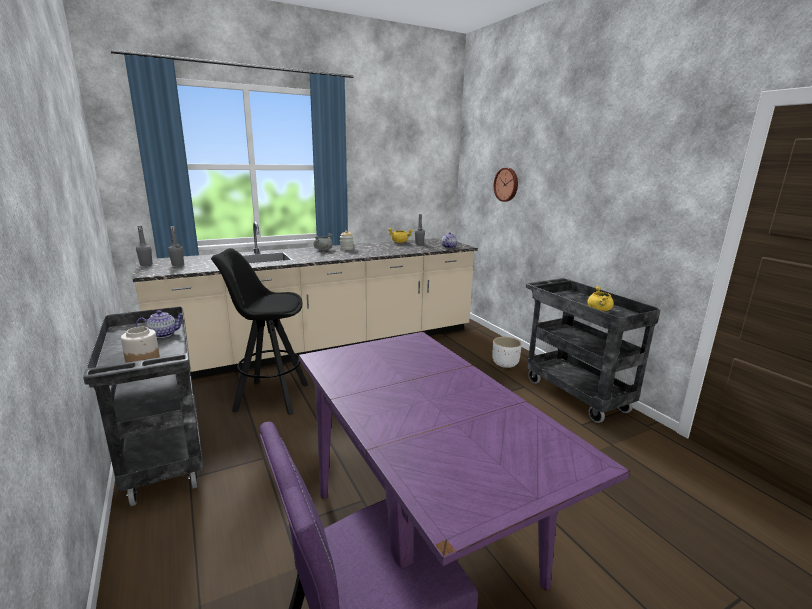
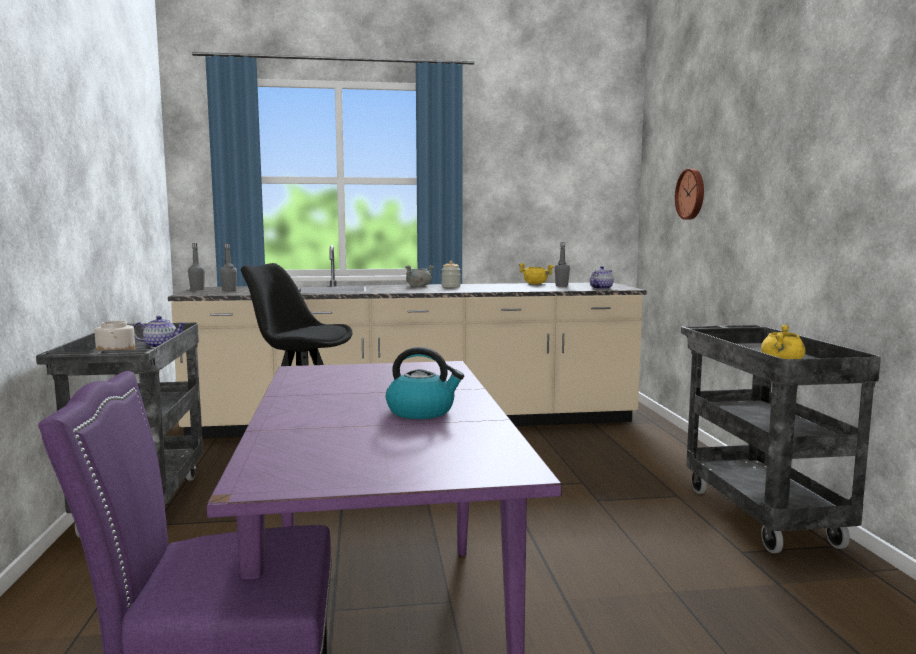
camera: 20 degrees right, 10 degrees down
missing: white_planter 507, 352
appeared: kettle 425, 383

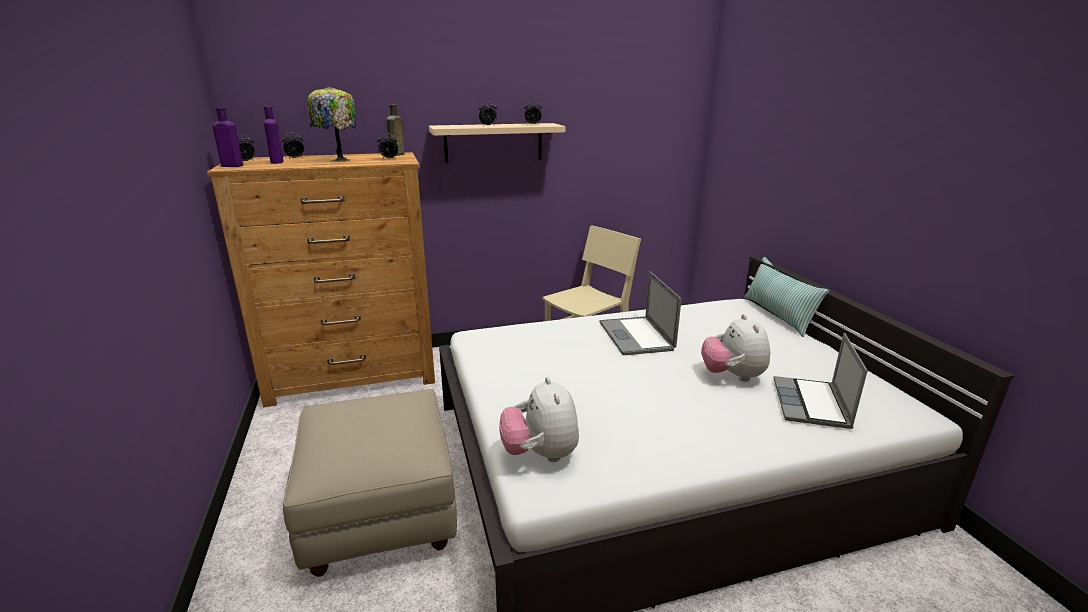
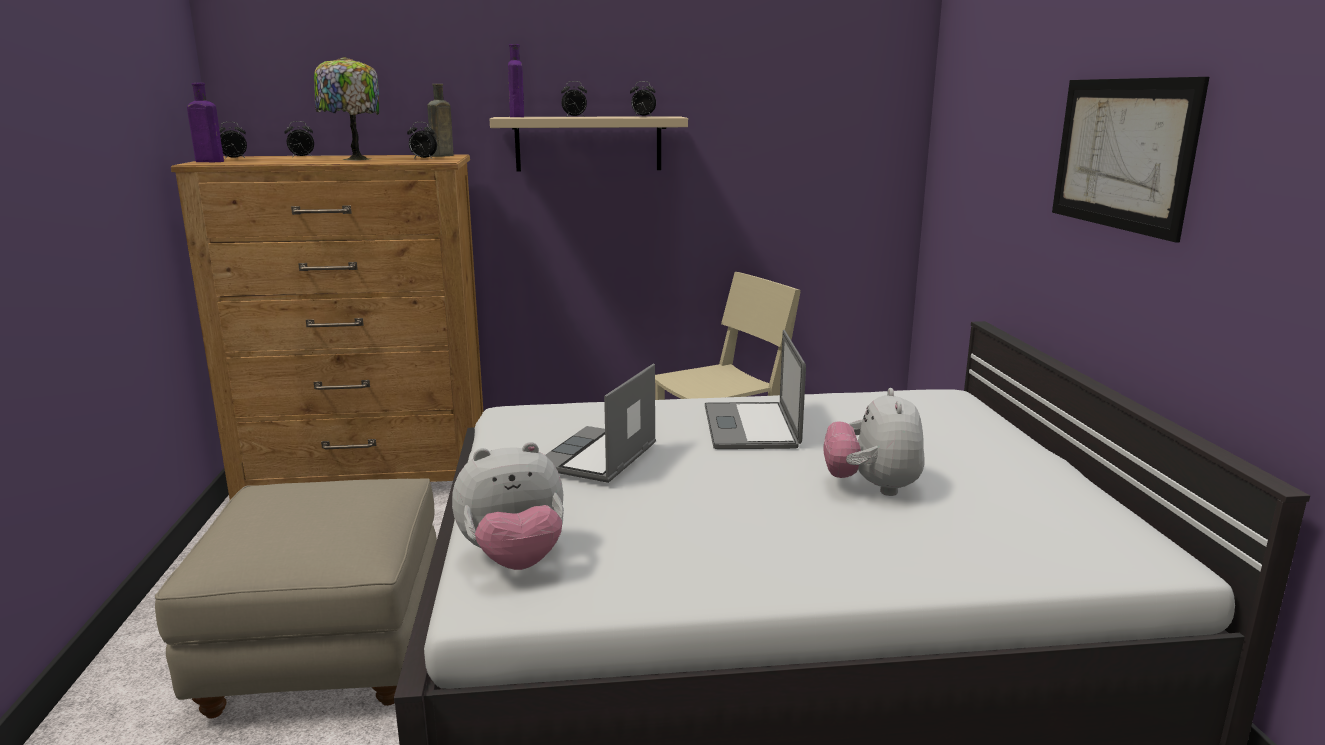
camera: 10 degrees right, 5 degrees down
missing: pillow 786, 297
appeared: picture 1130, 160
relocated: purple_bottle 273, 135 to 516, 80; laptop 821, 381 to 600, 423
spun: plush_toy 539, 419 = 508, 506 105 degrees counterclockwise

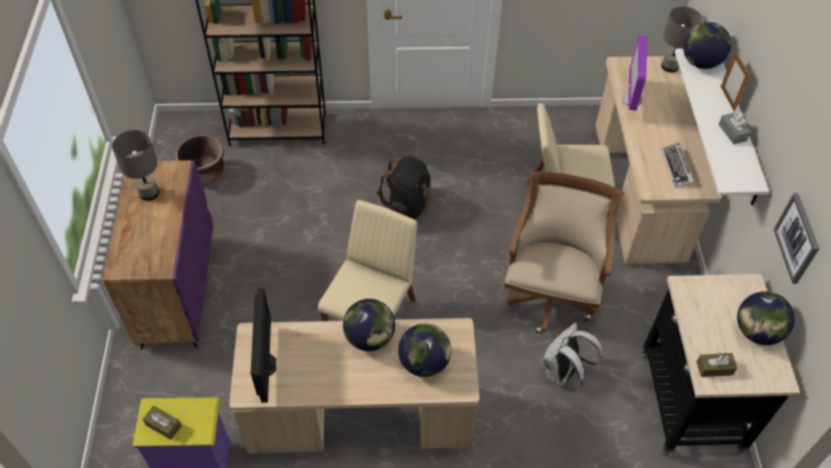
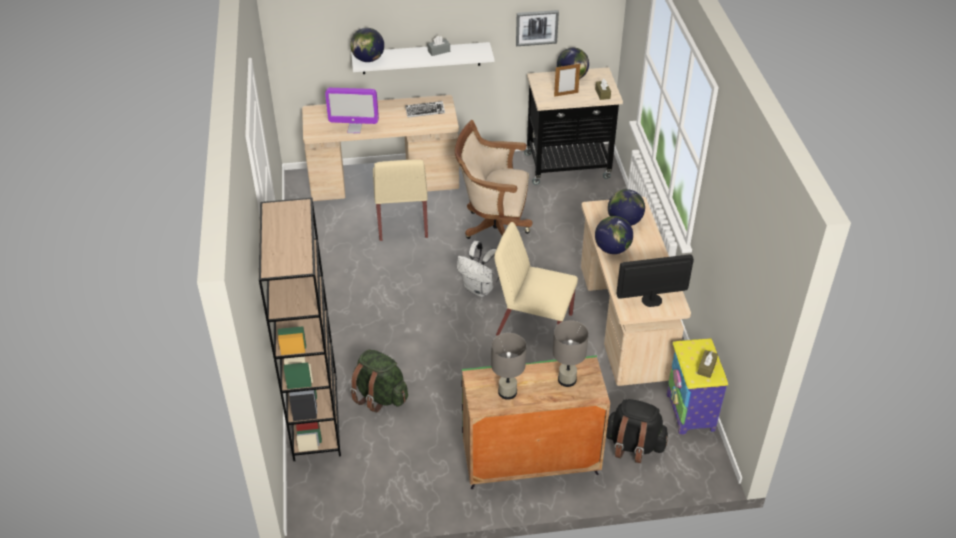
camera: 95 degrees left, 10 degrees down
missing: brown_planter 199, 160
appeared: green_backpack 379, 381
relocated: black_backpack 404, 187 to 637, 431; white_backpack 572, 356 to 478, 269; grey_table_lamp 681, 39 to 570, 354; picture_frame 735, 81 to 567, 80
colour: purple_cabinet 157, 255 to green_cabinet 535, 422

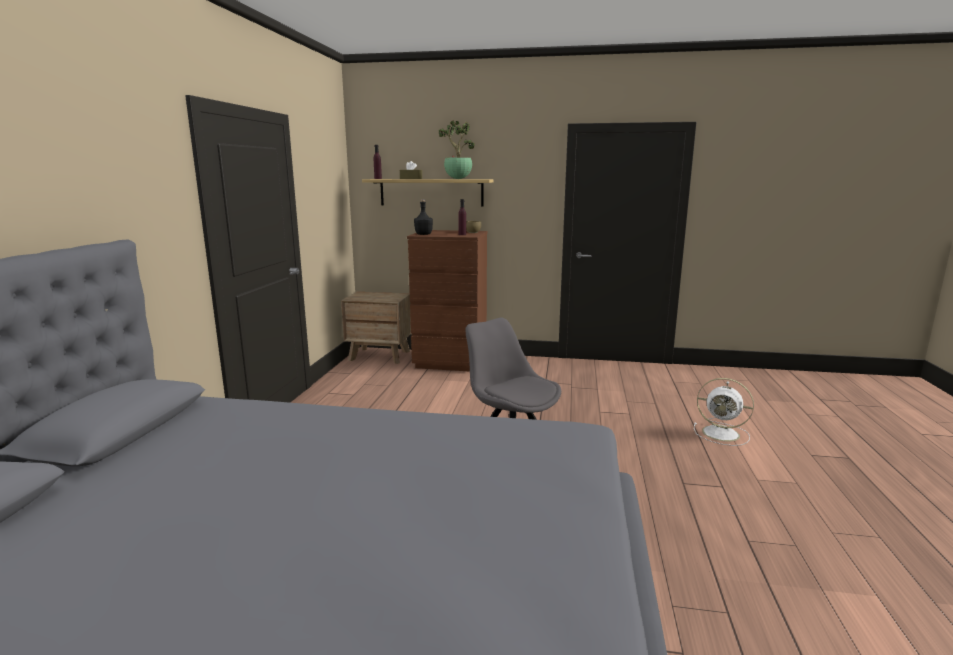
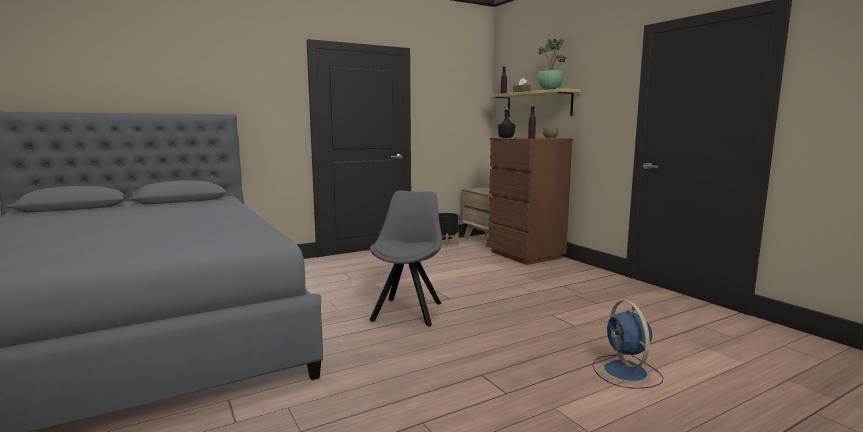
camera: 50 degrees right, 5 degrees down
appeared: black_planter 449, 230
colour: white_fan 724, 412 to blue_fan 627, 344

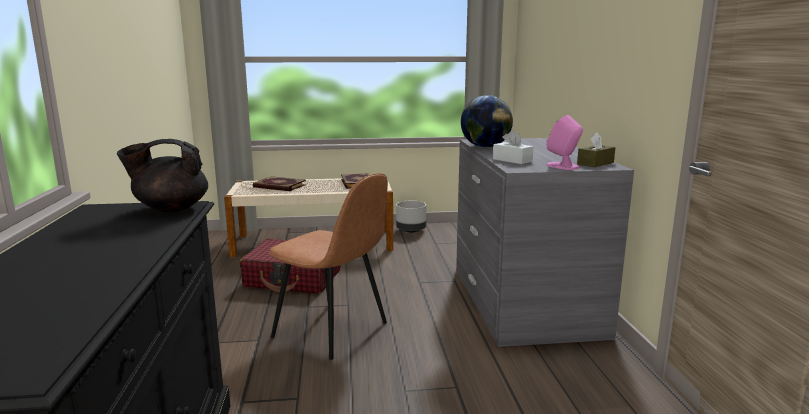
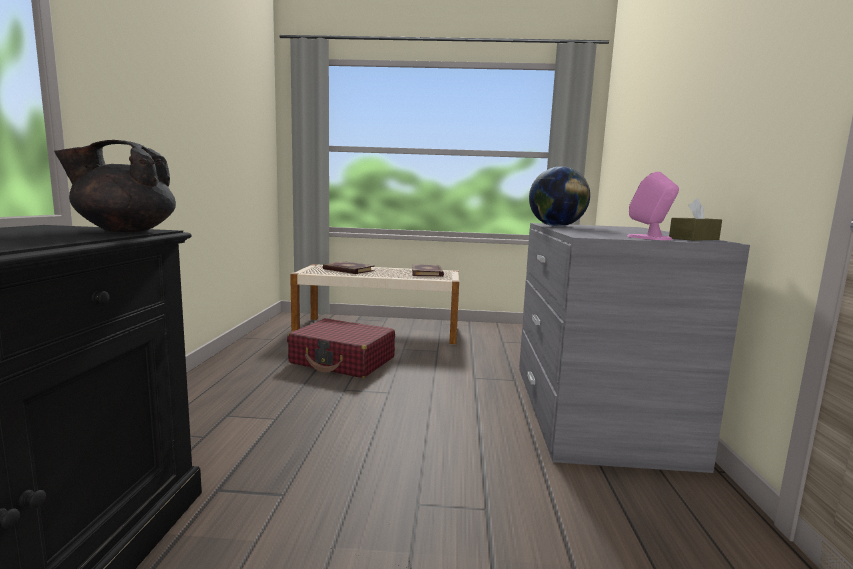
camera: 10 degrees right, 5 degrees down
missing: brown_chair 328, 266; grey_planter 411, 217; white_tissue_box 513, 147

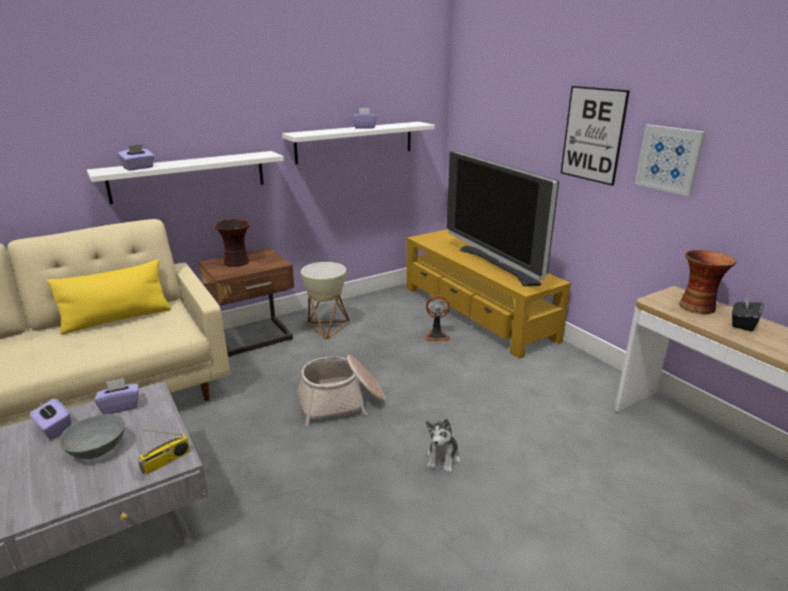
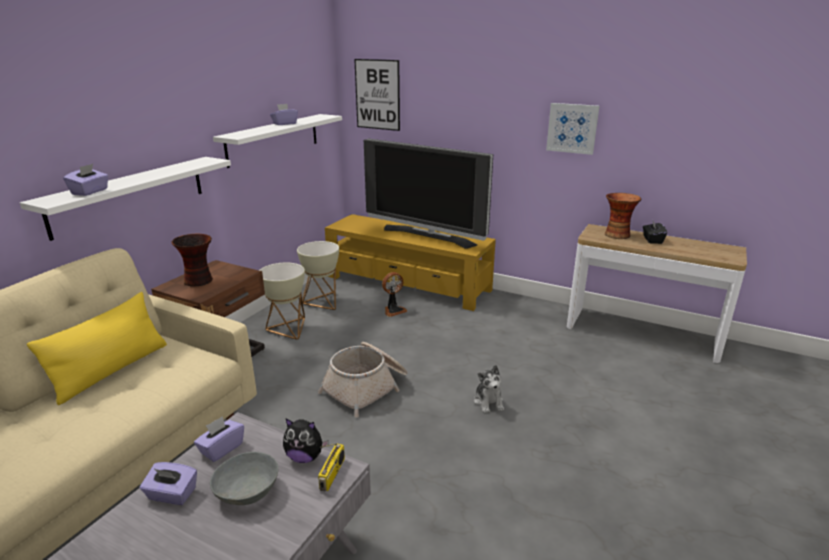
camera: 30 degrees left, 0 degrees up
appeared: plush_toy 306, 440; planter 318, 275
relocated: picture 595, 136 to 377, 95

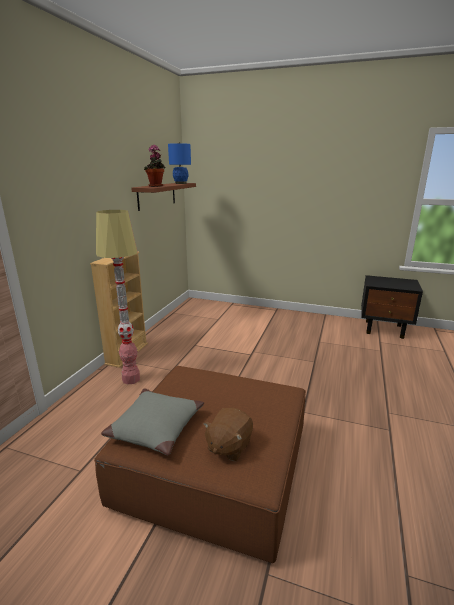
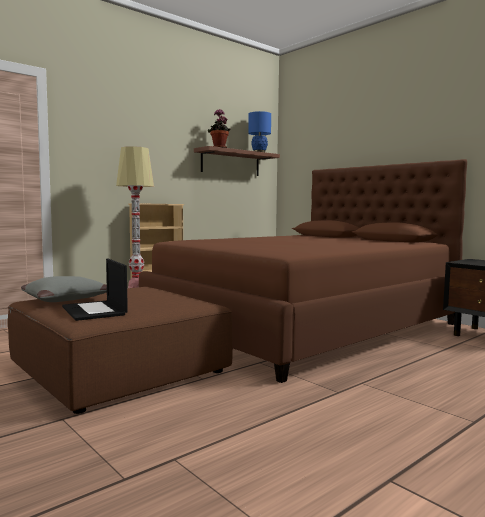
camera: 30 degrees right, 15 degrees down
appeared: brown_bed 303, 271
exchanged: brown_plush_toy 228, 434 to laptop 95, 290

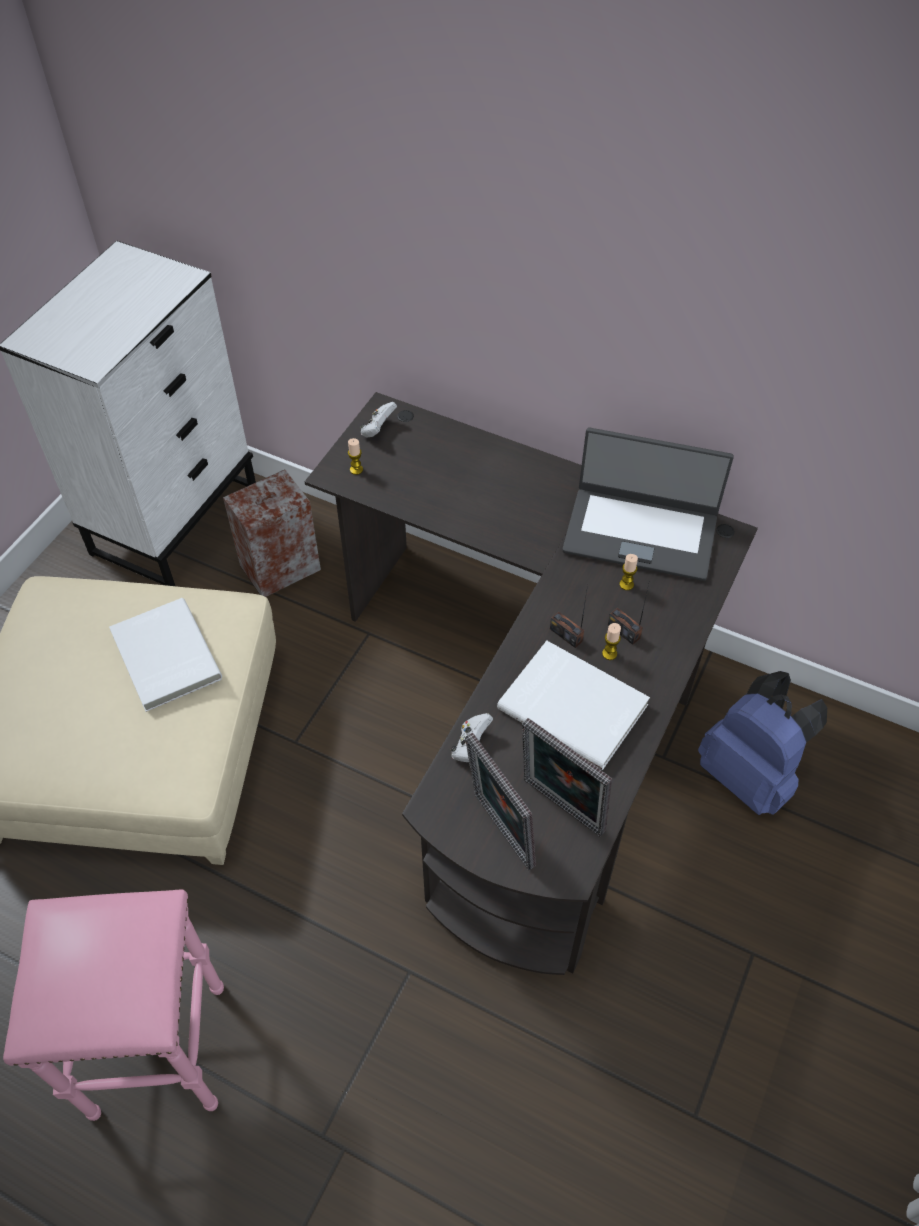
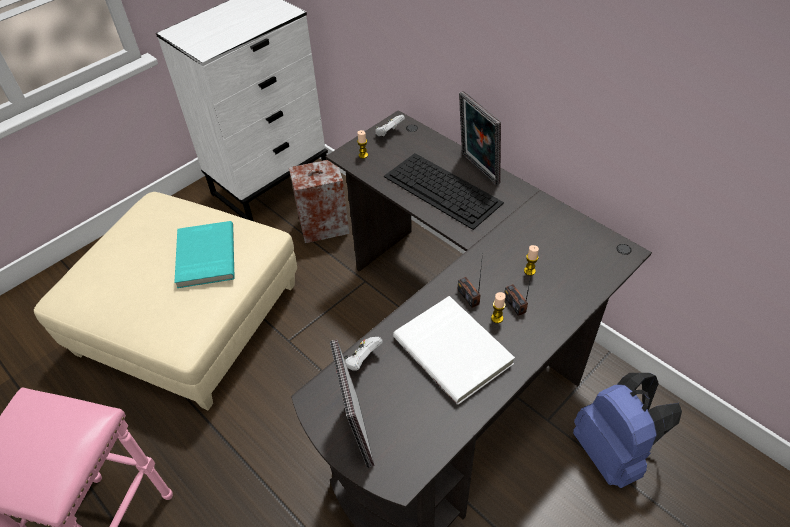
camera: 20 degrees right, 5 degrees down
missing: laptop 648, 504
appeared: keyboard 444, 191
relocated: picture_frame 567, 777 to 480, 138
colour: white_book 165, 655 to turquoise_book 204, 254

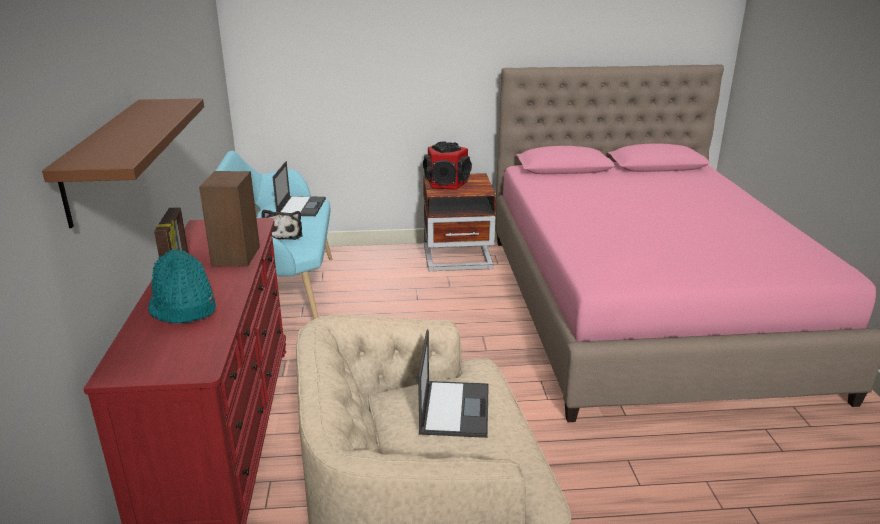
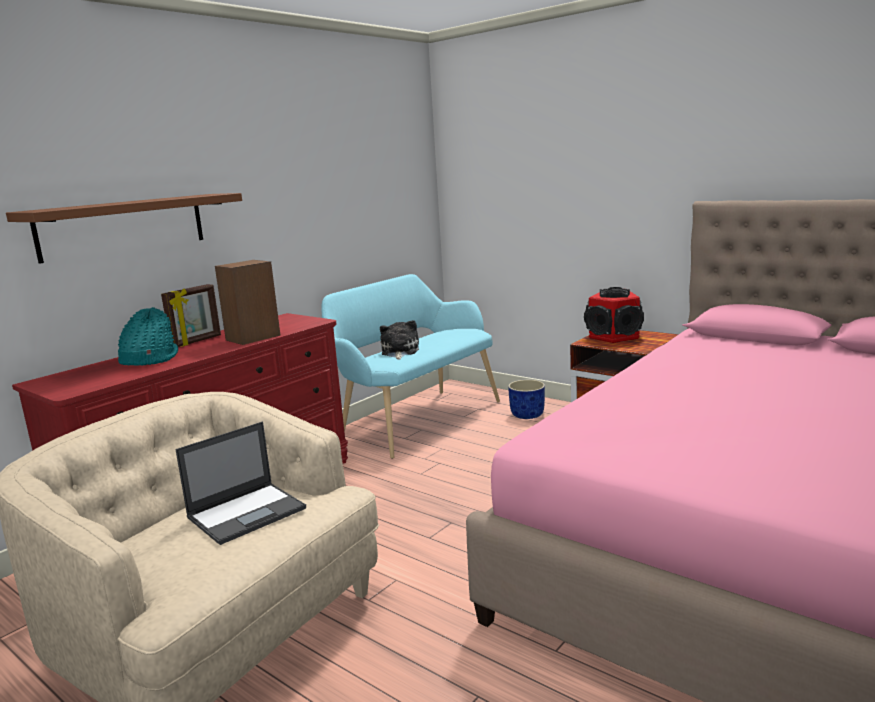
camera: 45 degrees right, 10 degrees down
missing: laptop 299, 188
appeared: blue_planter 526, 399
spun: plush_toy 282, 225 = 399, 340 150 degrees clockwise

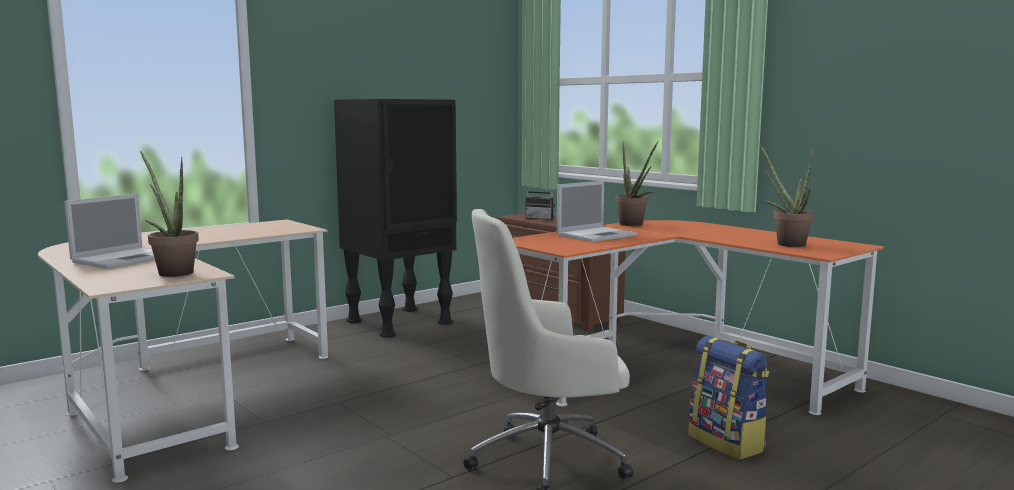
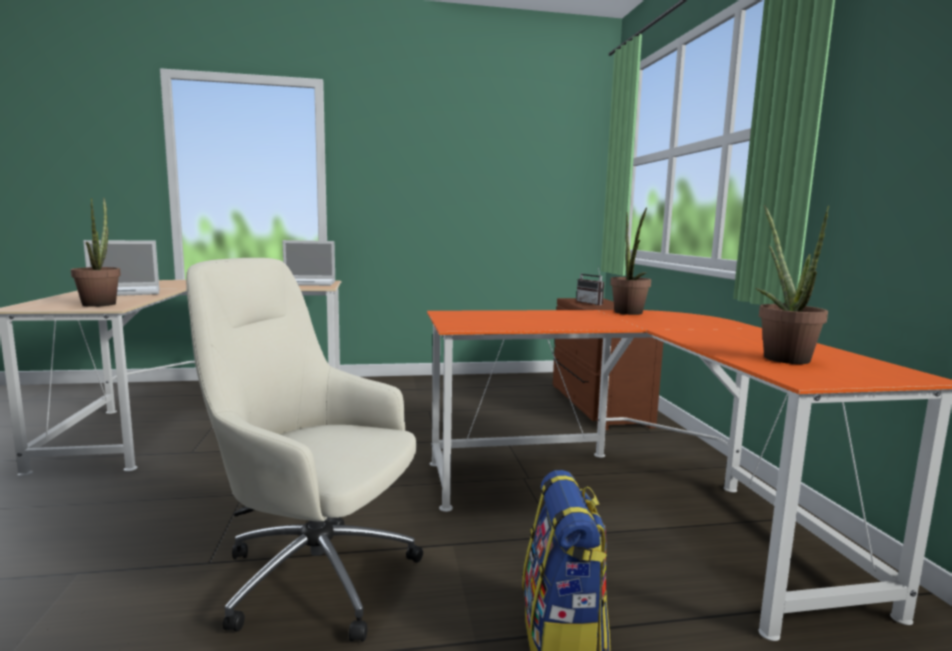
camera: 30 degrees right, 0 degrees up
missing: black_cabinet 395, 218
relocated: laptop 597, 211 to 308, 263

